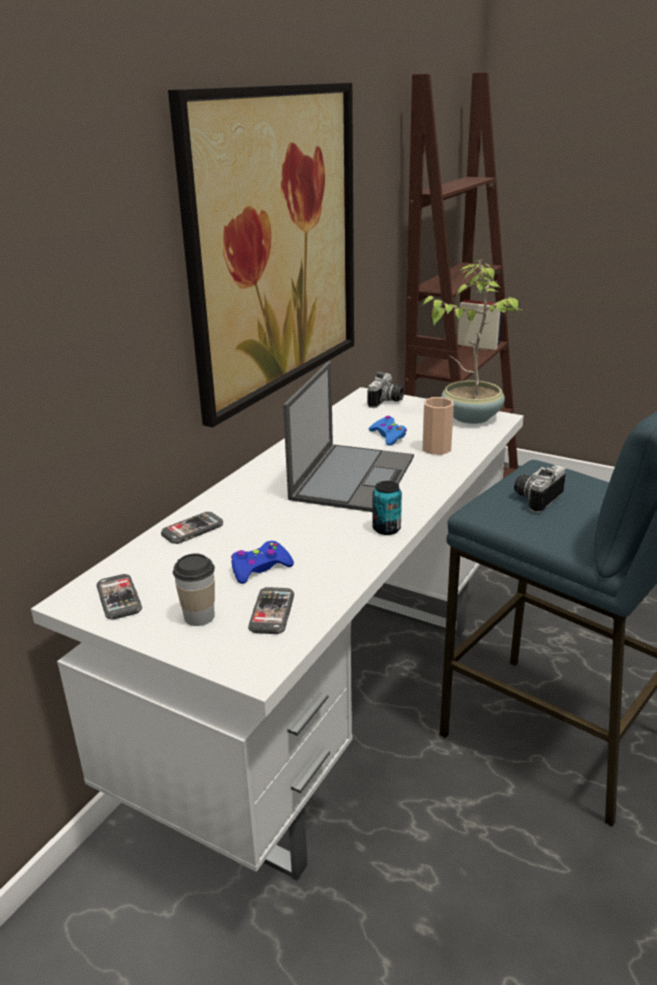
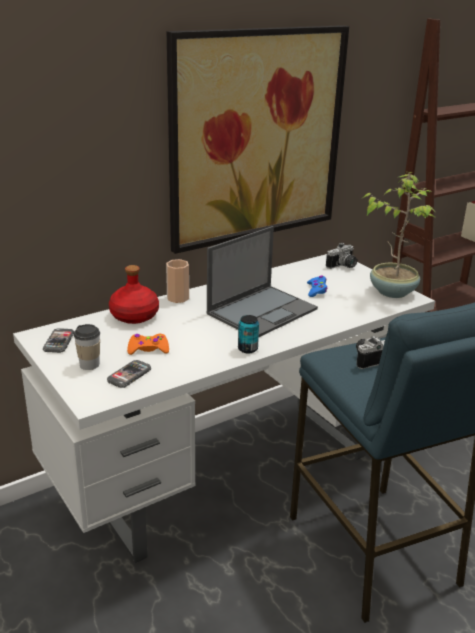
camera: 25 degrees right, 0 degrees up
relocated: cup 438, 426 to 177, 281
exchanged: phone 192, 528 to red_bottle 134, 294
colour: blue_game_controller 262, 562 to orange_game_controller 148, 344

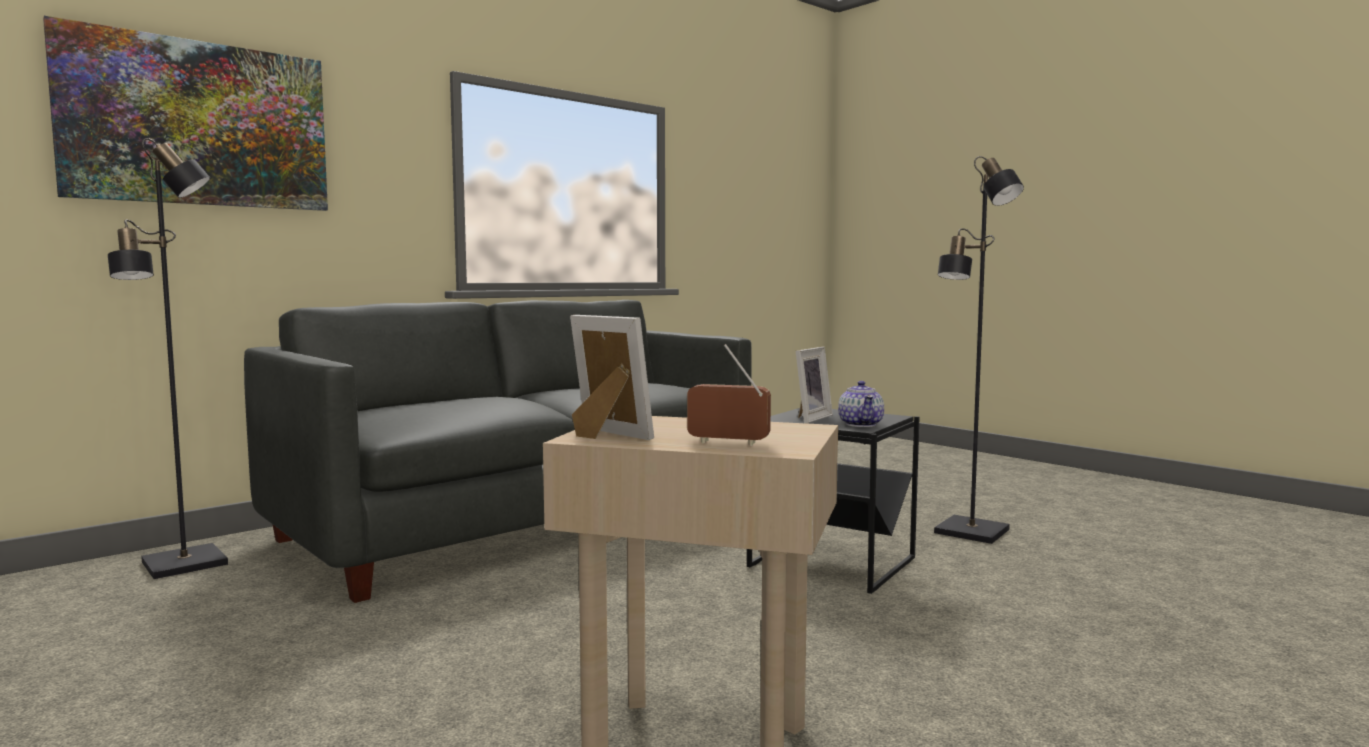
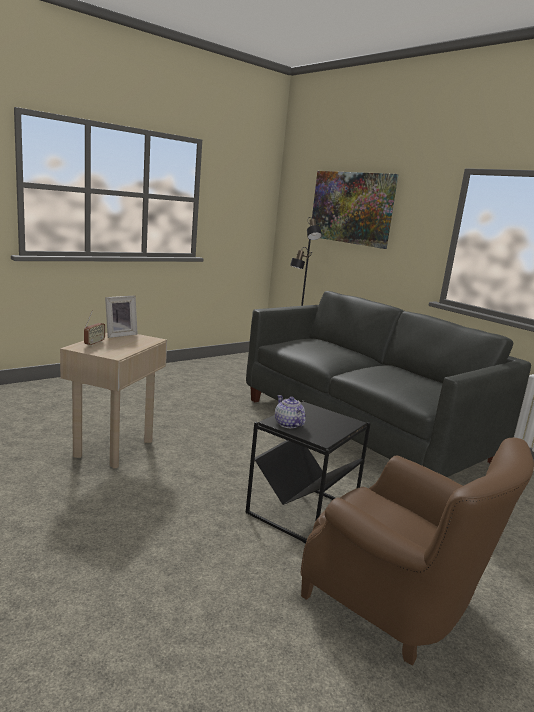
camera: 90 degrees right, 10 degrees up
missing: picture_frame 814, 385
exchanged: black_floor_lamp 979, 350 to brown_armchair 417, 551
spun: teapot 861, 404 = 290, 411 60 degrees clockwise

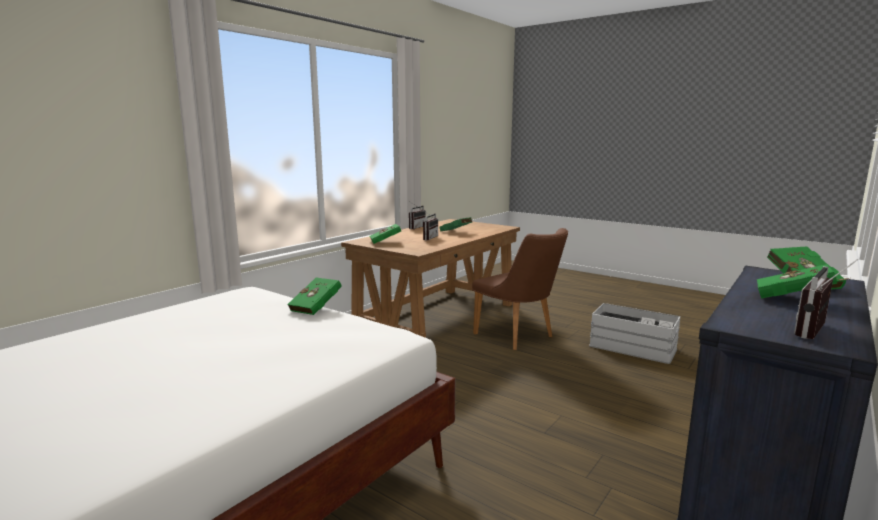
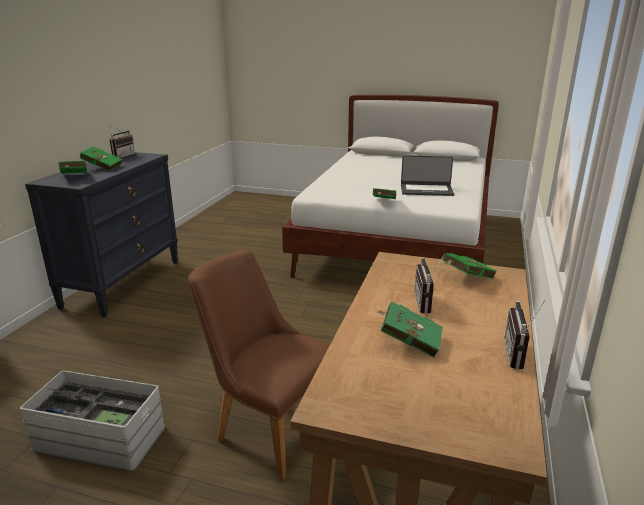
camera: 160 degrees right, 10 degrees up
appeared: laptop 427, 176

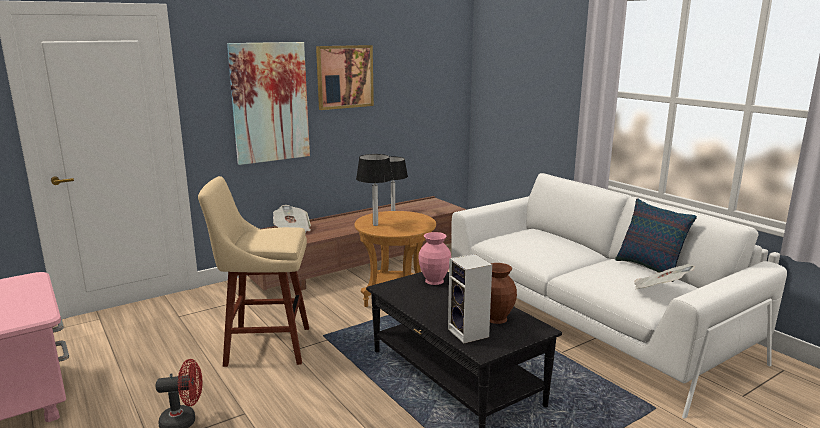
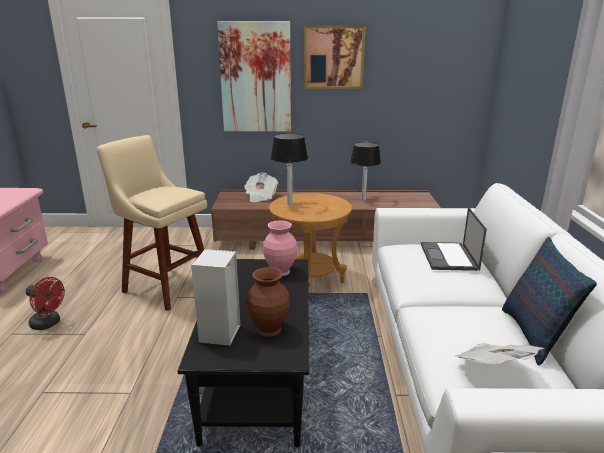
camera: 35 degrees right, 5 degrees up
appeared: laptop 454, 239

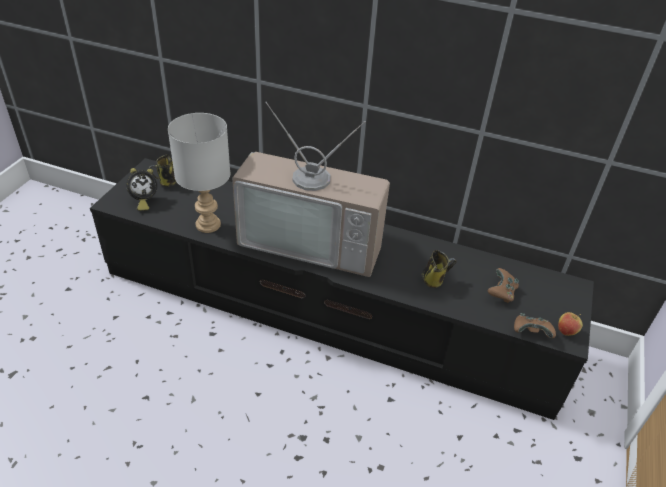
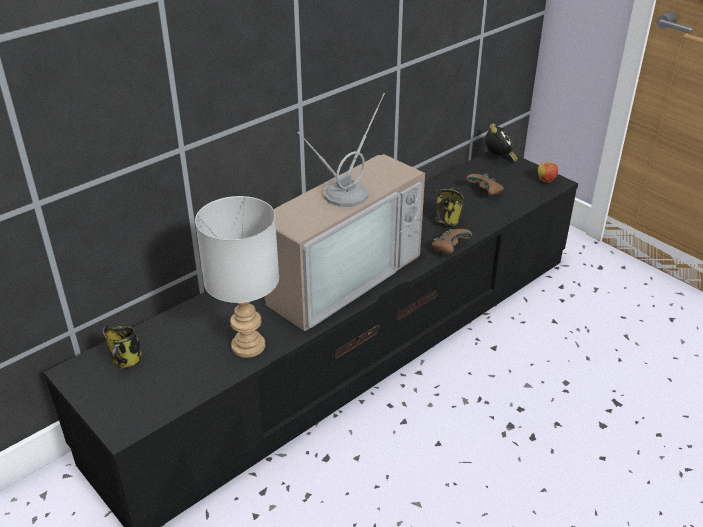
camera: 60 degrees left, 5 degrees down
relocated: alarm_clock 141, 189 to 501, 142; brown_game_controller 535, 325 to 452, 241

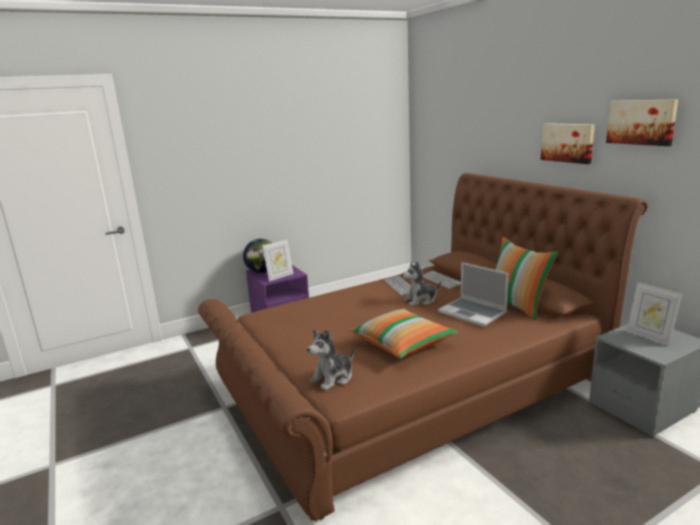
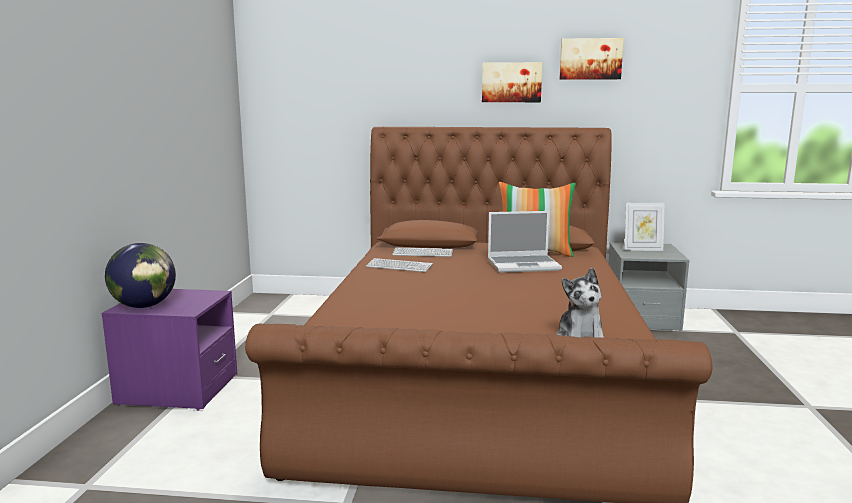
camera: 55 degrees left, 5 degrees down
missing: picture_frame 278, 260; pillow 403, 334; plush_toy 421, 283

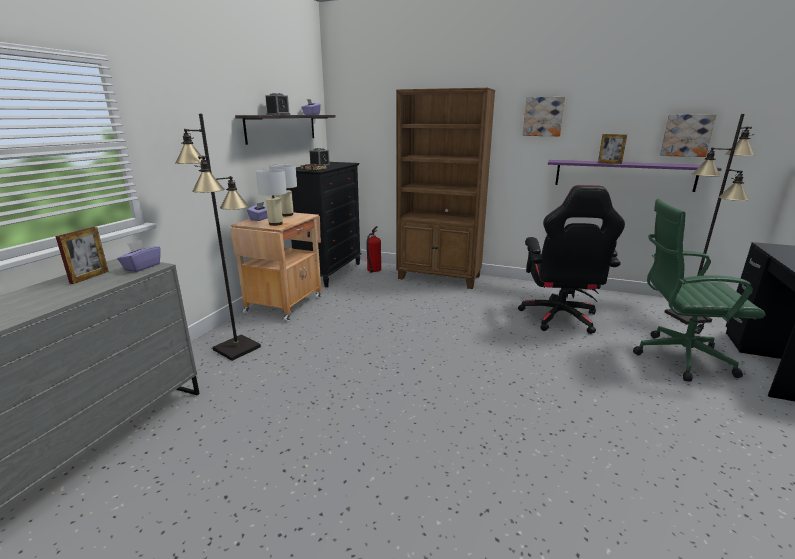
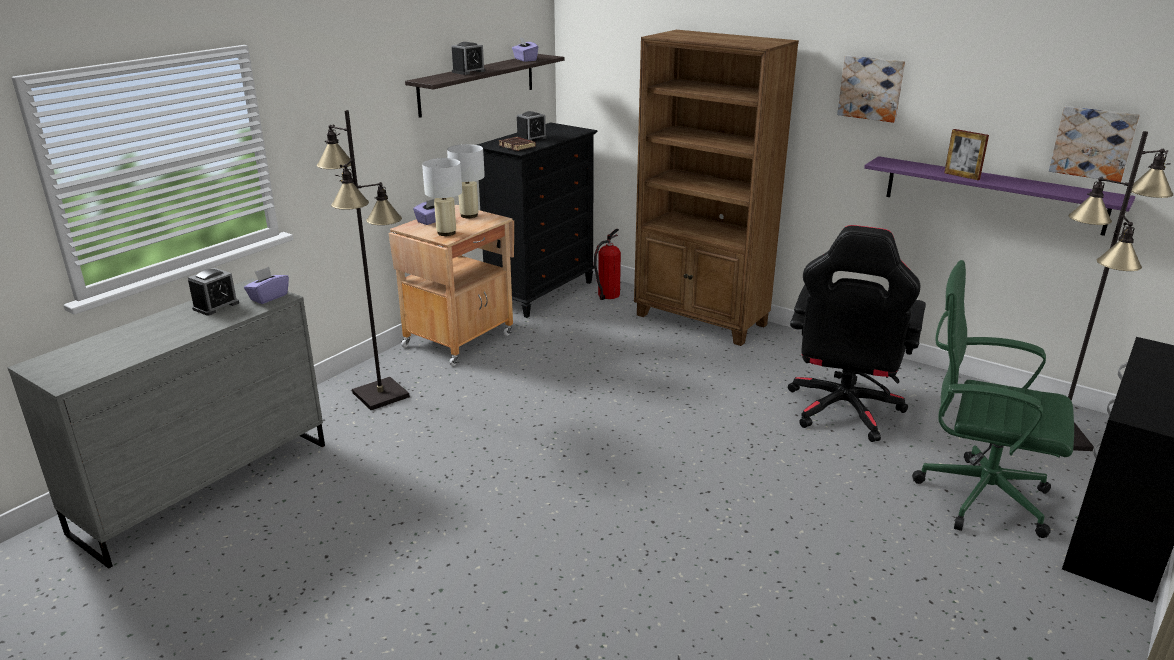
camera: 15 degrees right, 5 degrees up
exchanged: picture_frame 82, 255 to alarm_clock 213, 292

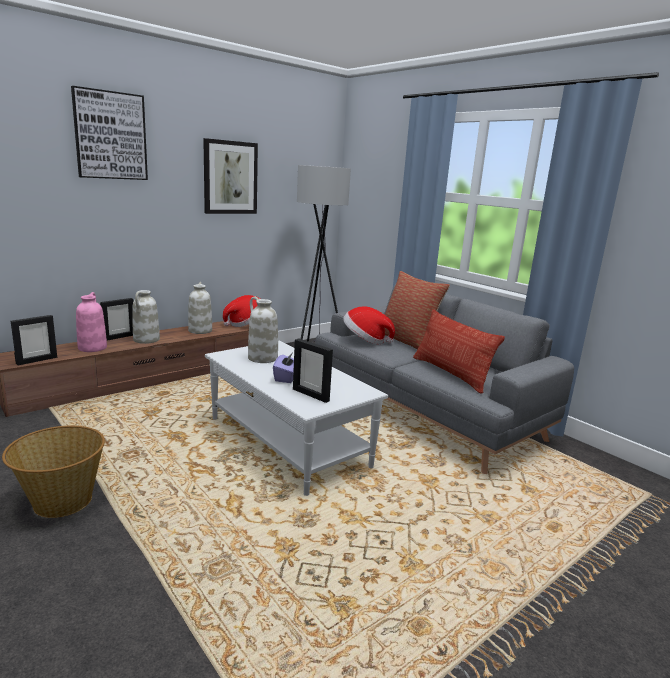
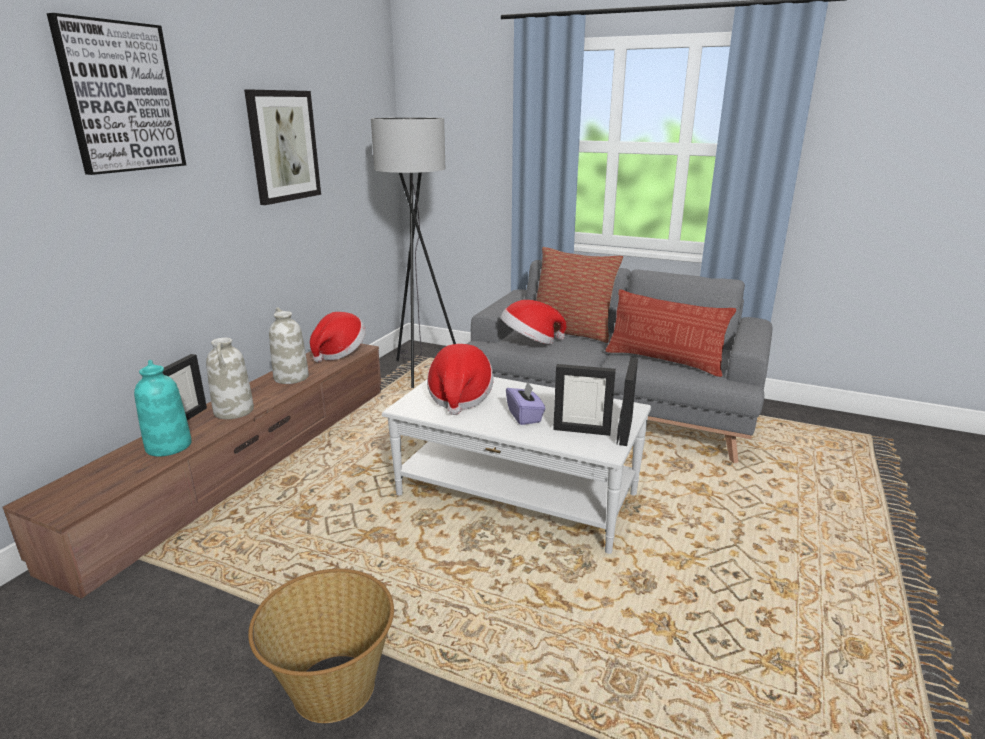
camera: 25 degrees left, 5 degrees up
relocated: picture_frame 34, 340 to 627, 402
exchanged: white_vase 263, 330 to hat 460, 379
colour: pink_vase 91, 322 to turquoise_vase 163, 408

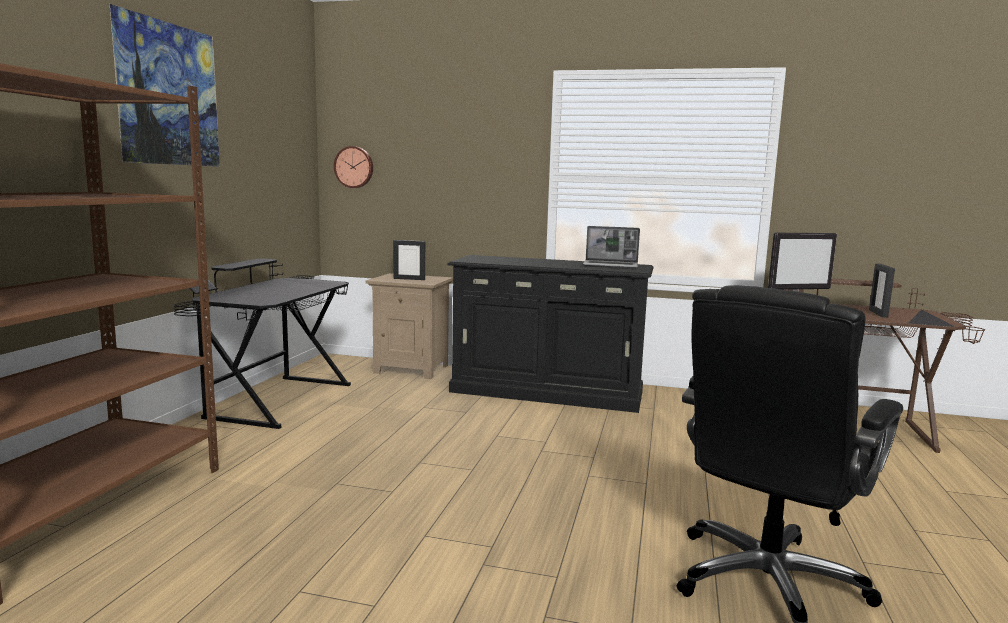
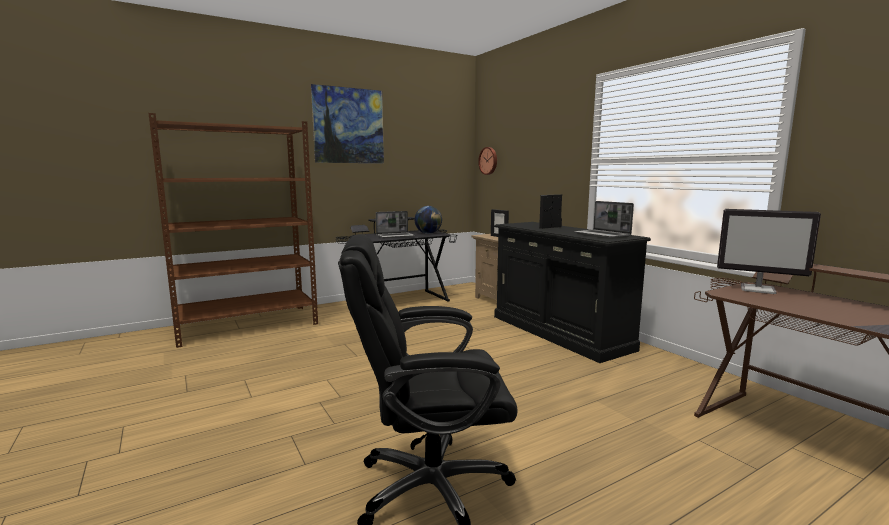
camera: 45 degrees right, 0 degrees up
appeared: laptop 395, 224; globe 428, 220
relocated: picture_frame 882, 290 to 550, 211

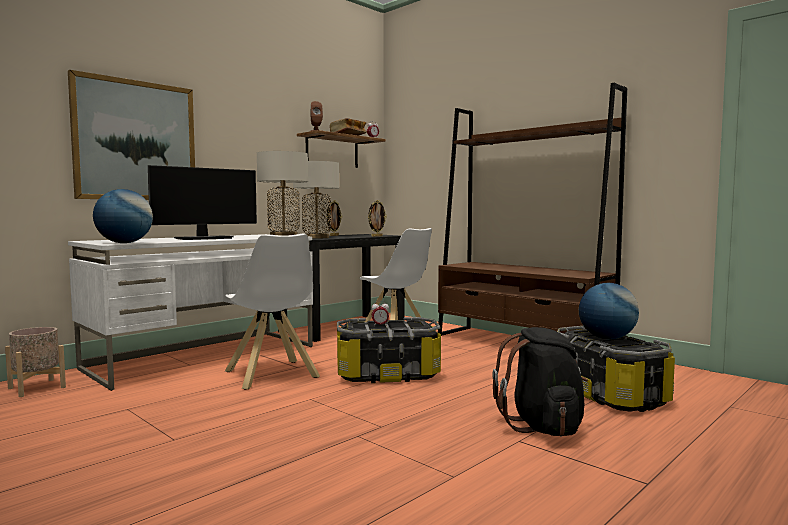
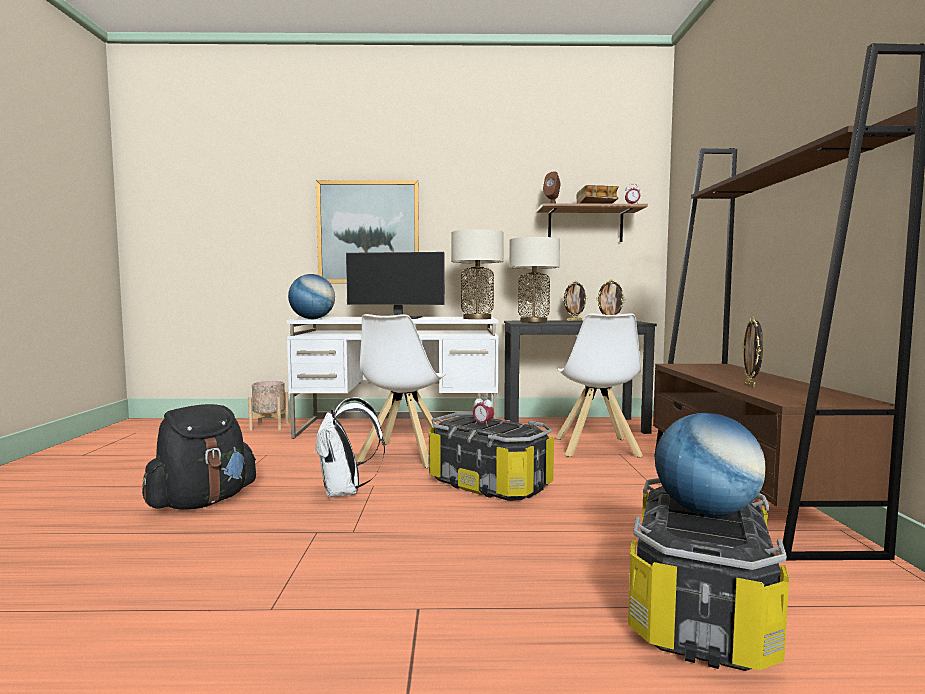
camera: 45 degrees right, 0 degrees up
appeared: white_backpack 349, 447; picture_frame 752, 352
relocated: black_backpack 540, 382 to 199, 457

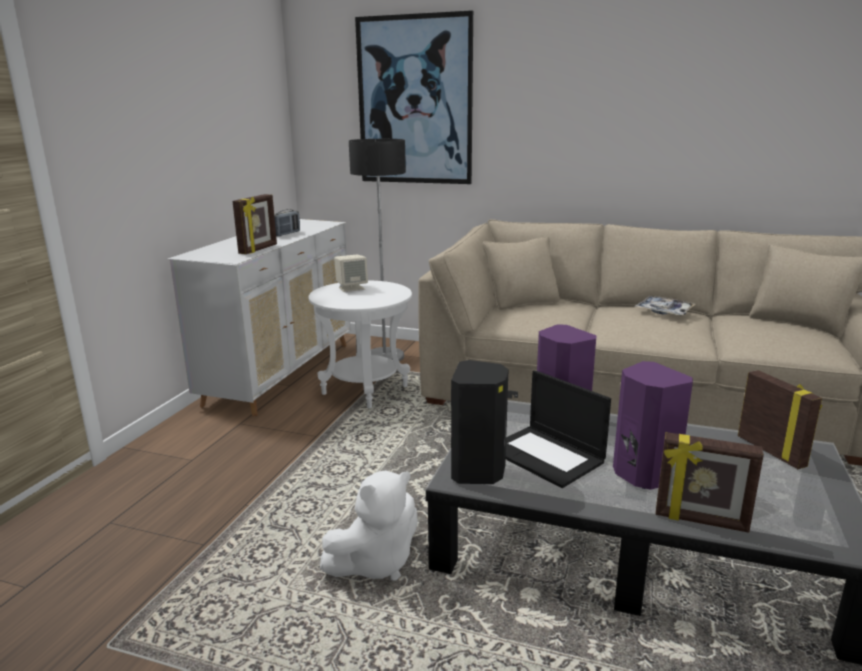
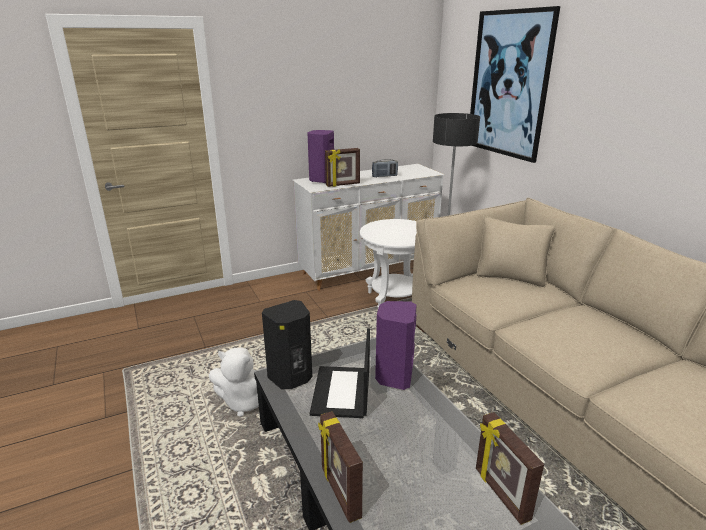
camera: 45 degrees right, 5 degrees up
missing: beige_speaker 351, 273; tray 665, 306
relocated: purple_speaker 653, 425 to 321, 156
spun: picture_frame 780, 419 = 510, 468 135 degrees clockwise

